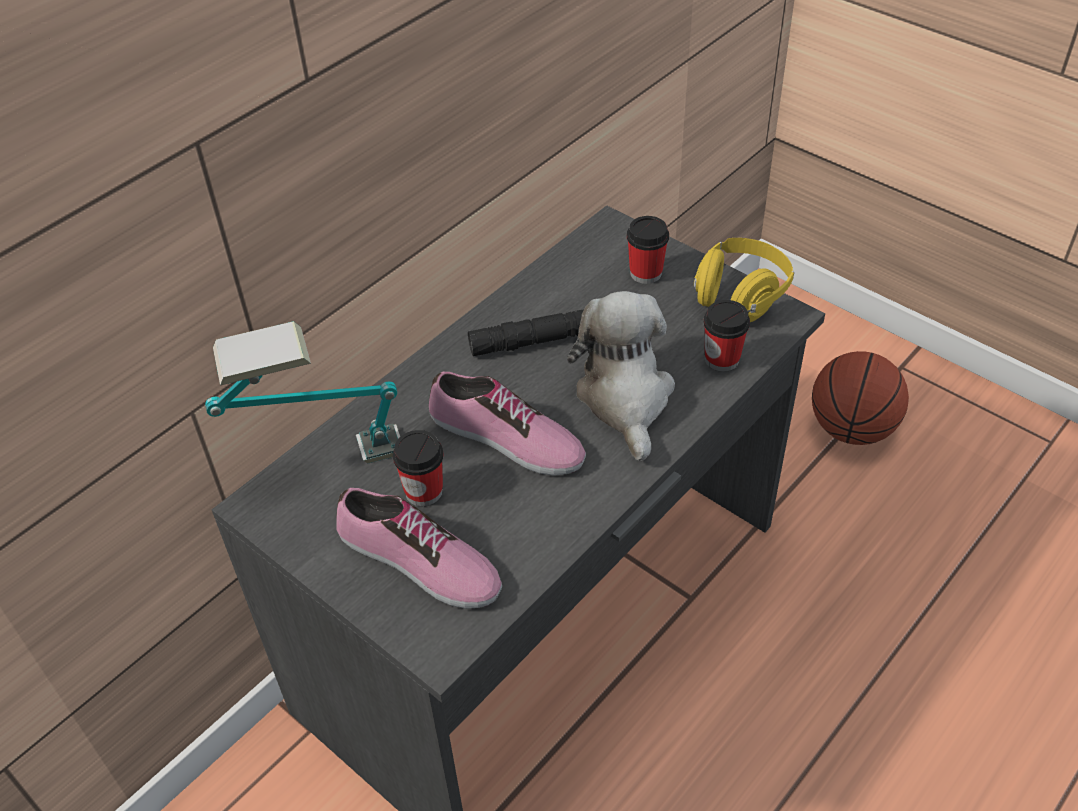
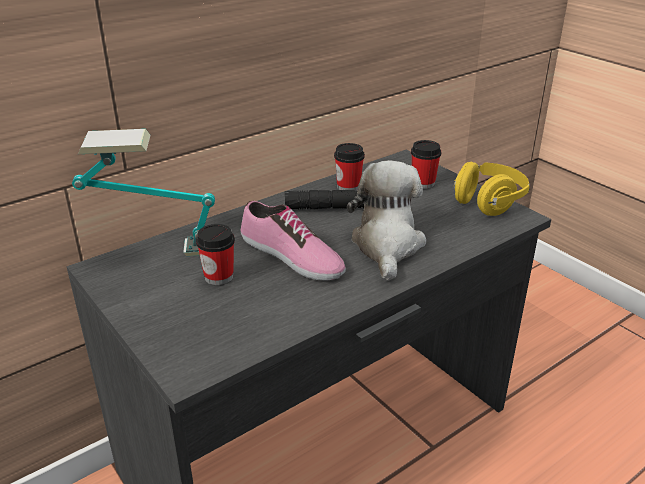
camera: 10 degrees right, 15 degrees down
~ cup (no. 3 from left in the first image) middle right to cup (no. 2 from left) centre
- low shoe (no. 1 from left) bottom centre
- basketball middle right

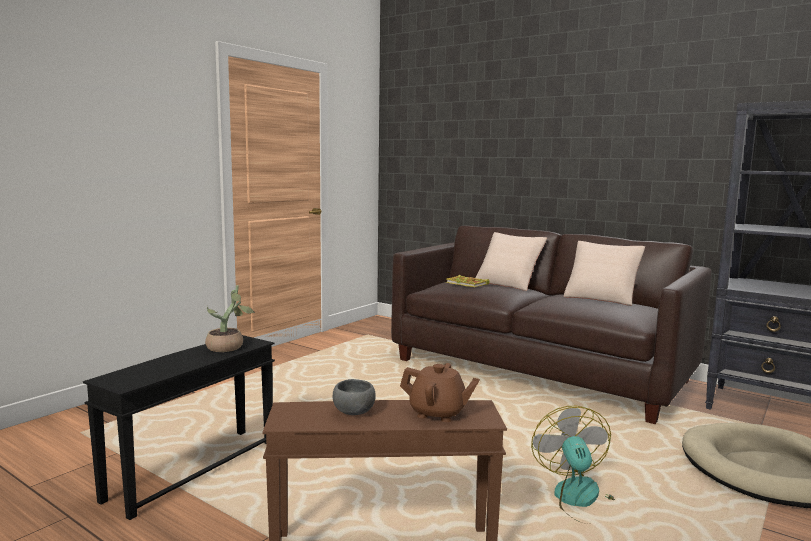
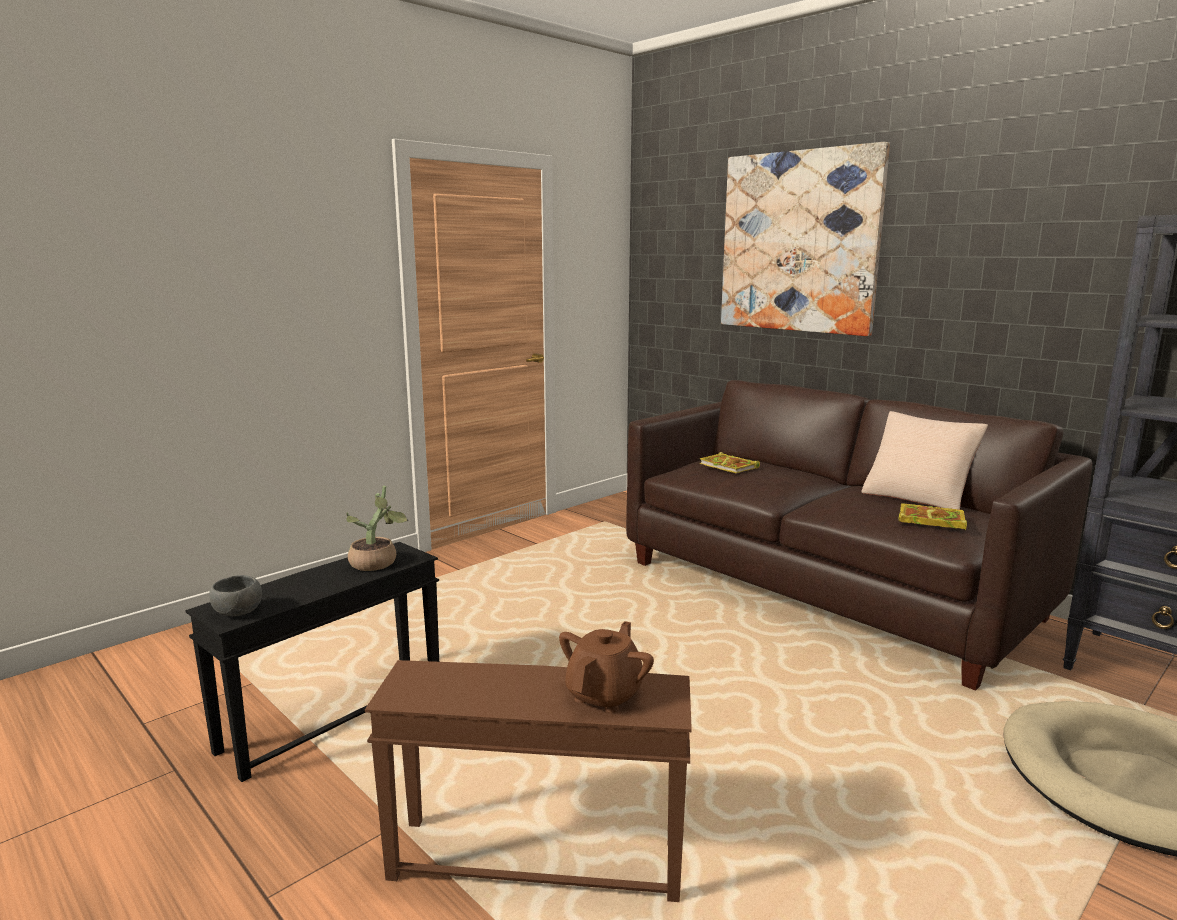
camera: 10 degrees right, 5 degrees up
~ bowl (greyish) bottom centre to middle left
~ teapot (brownish) bottom centre = bottom centre 90 degrees counterclockwise
+ wall picture top right
+ volume (no. 2 from left) middle right
- pillow (sand-coloured) (no. 1 from left) centre
- cooling fan bottom right

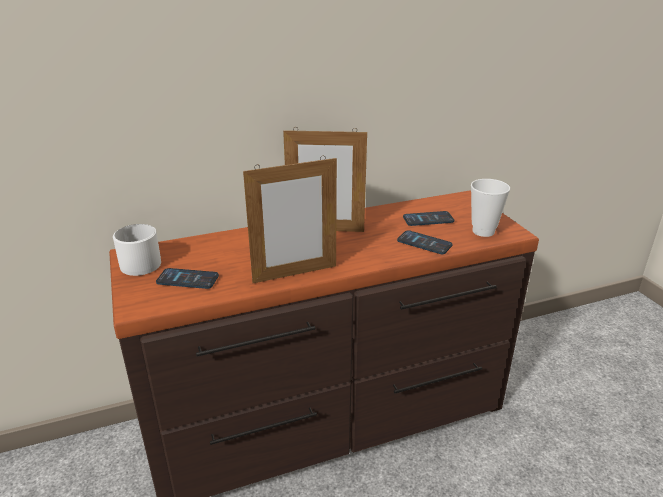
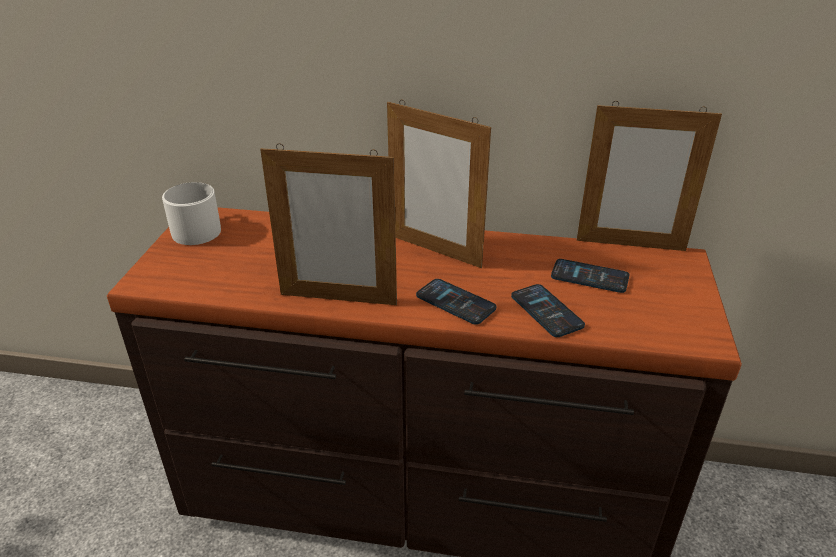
camera: 30 degrees right, 5 degrees up
~ telephone (no. 1 from left) middle left to centre
+ photo frame (no. 3 from left) top right
- cup middle right

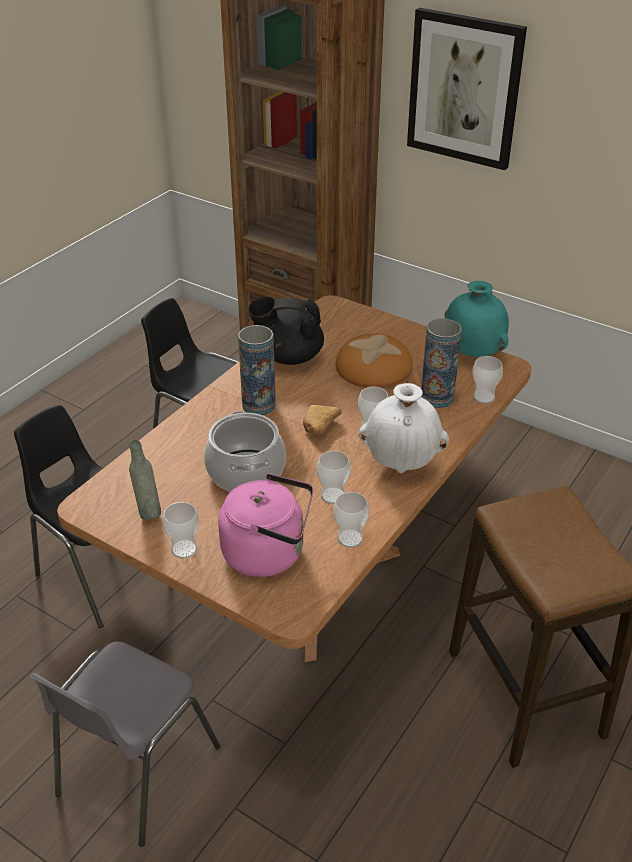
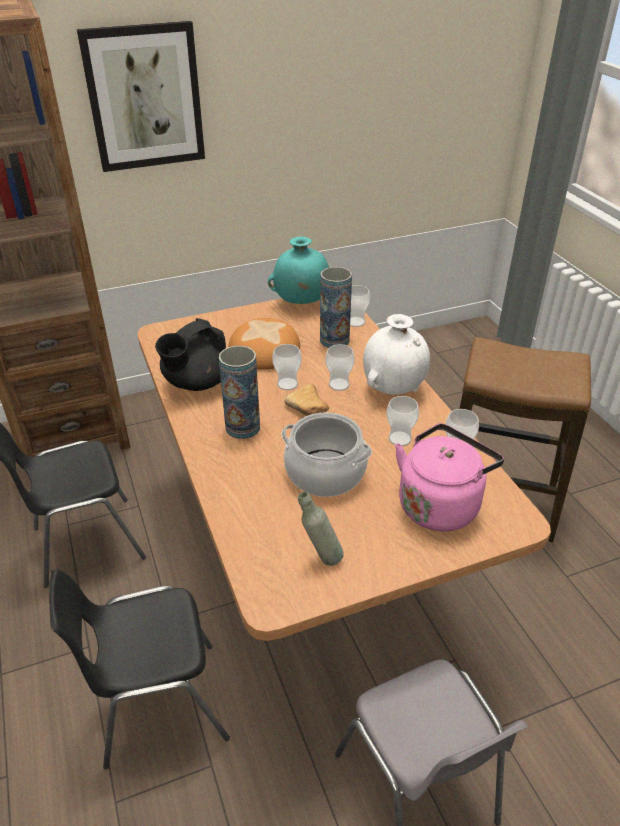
camera: 55 degrees left, 0 degrees up
~ cup (no. 1 from left) middle left to centre

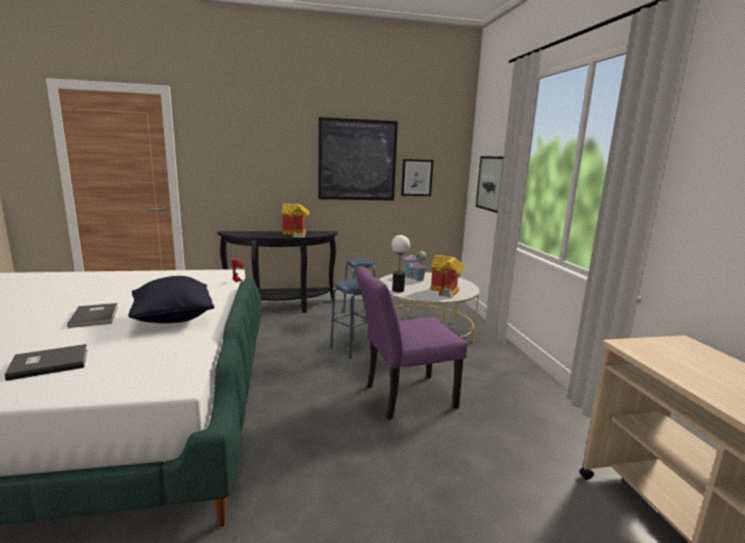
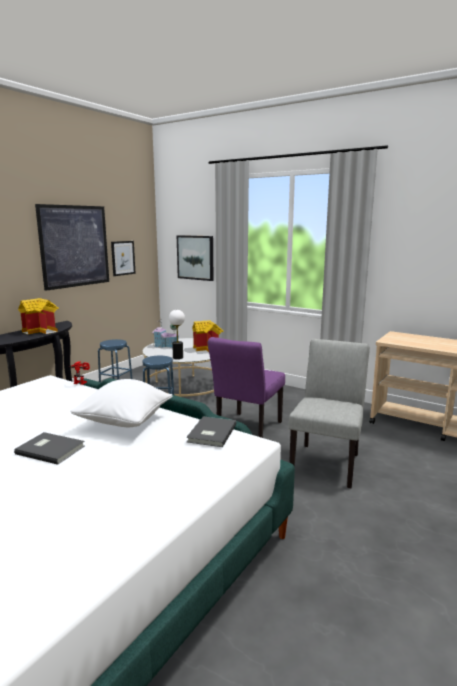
camera: 45 degrees left, 0 degrees up
~ pillow (black-coloured) middle left to pillow (white-coloured) middle left
~ volume (greyish) (no. 1 from left in the first image) bottom left to volume (greyish) (no. 2 from left) centre
+ chair (greyish) middle right

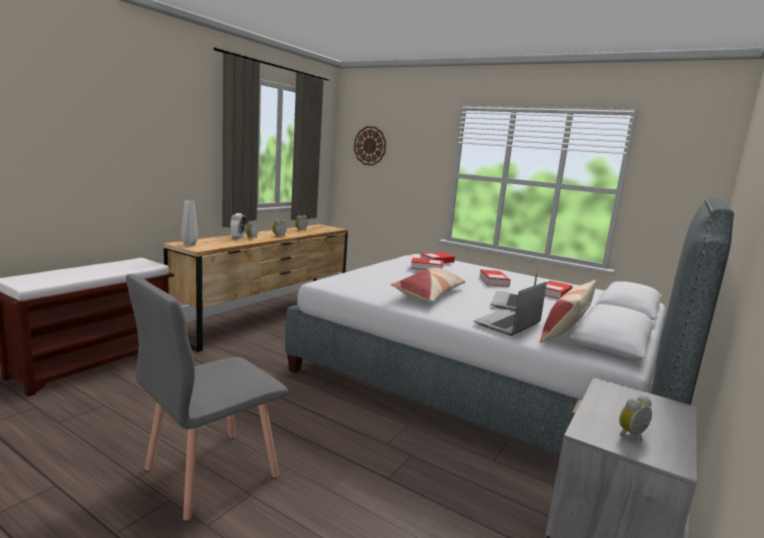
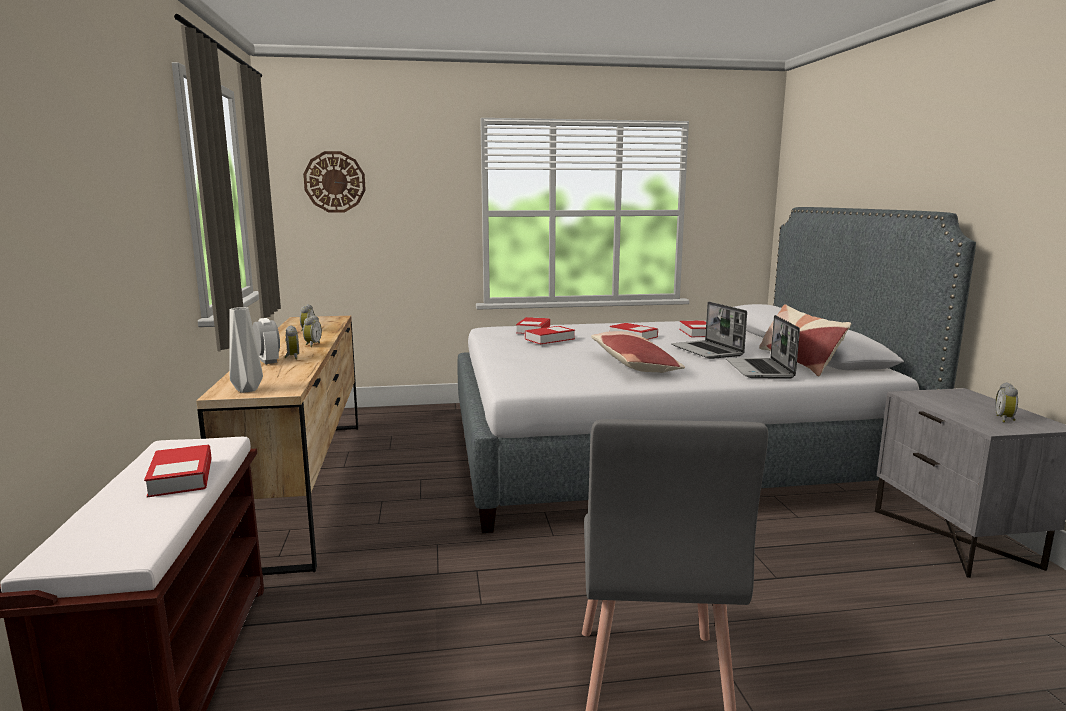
camera: 40 degrees left, 0 degrees up
+ volume (no. 1 from left) middle left

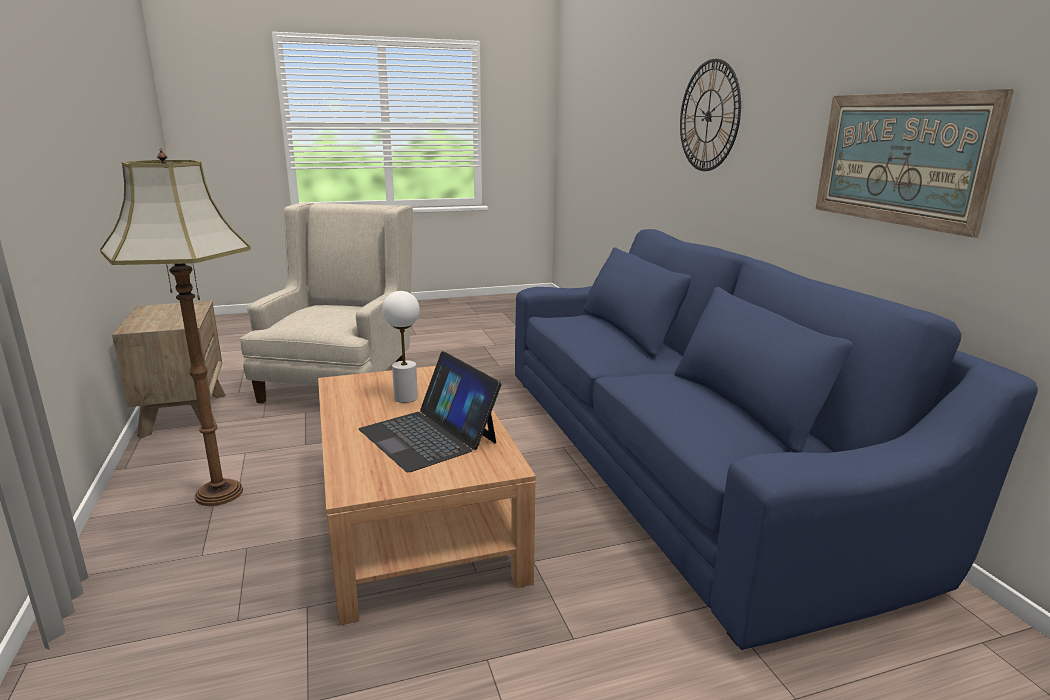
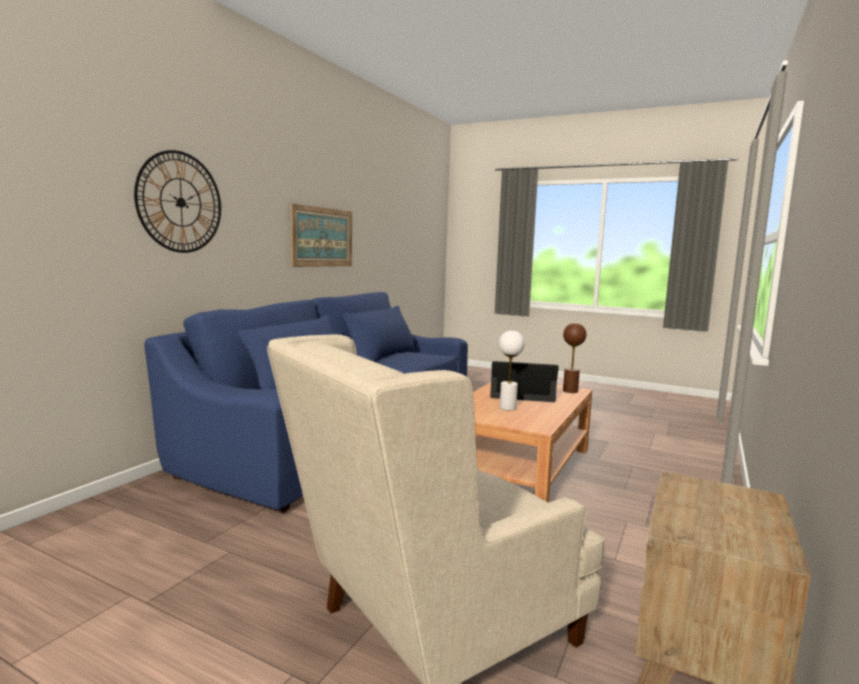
camera: 135 degrees left, 10 degrees down
~ portable computer centre = centre 90 degrees counterclockwise
+ lamp for a table (brownish) middle right
- standing lamp middle left

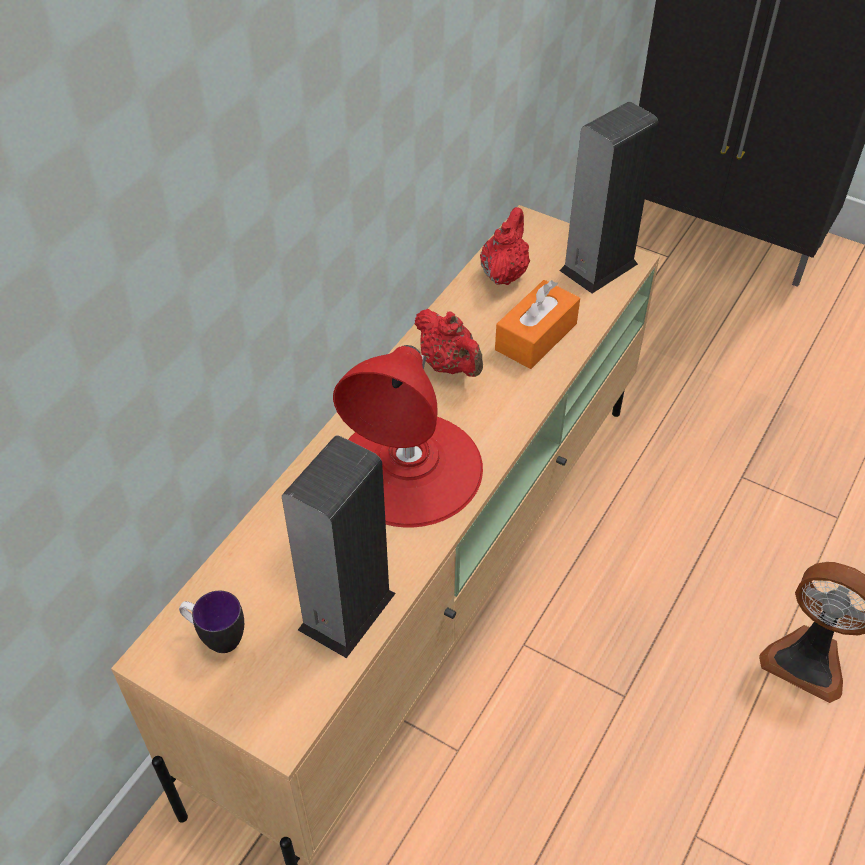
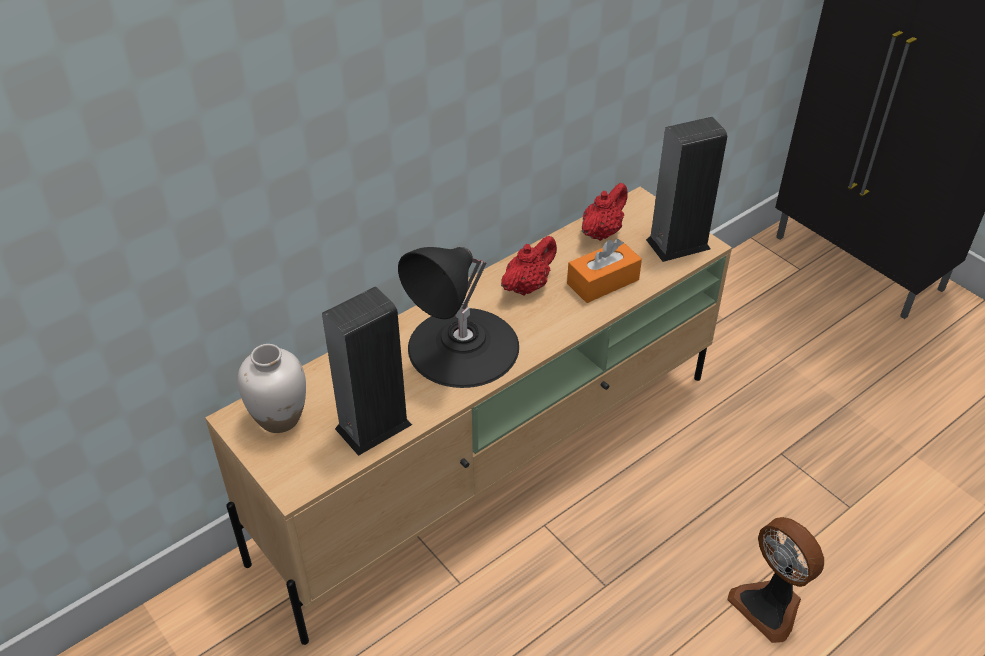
camera: 20 degrees right, 5 degrees down
~ mug bottom left to decorative vase (white-coloured) middle left
~ lamp for a table (red) centre to lamp for a table (black-coloured) centre
~ teapot (red) (no. 1 from left) centre = centre 120 degrees counterclockwise

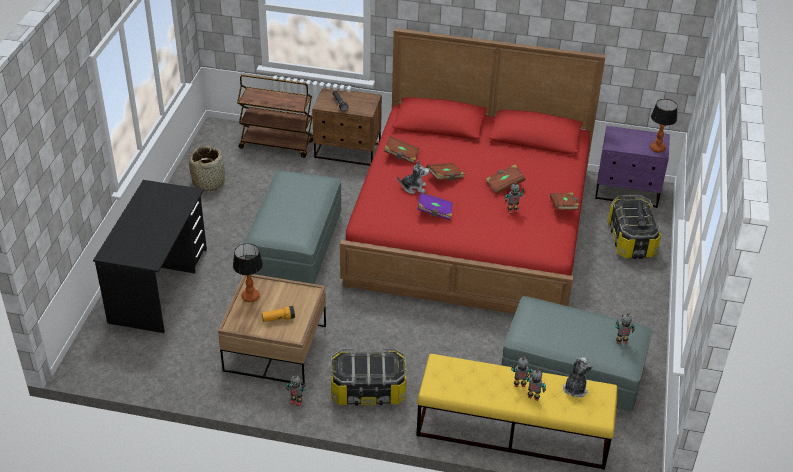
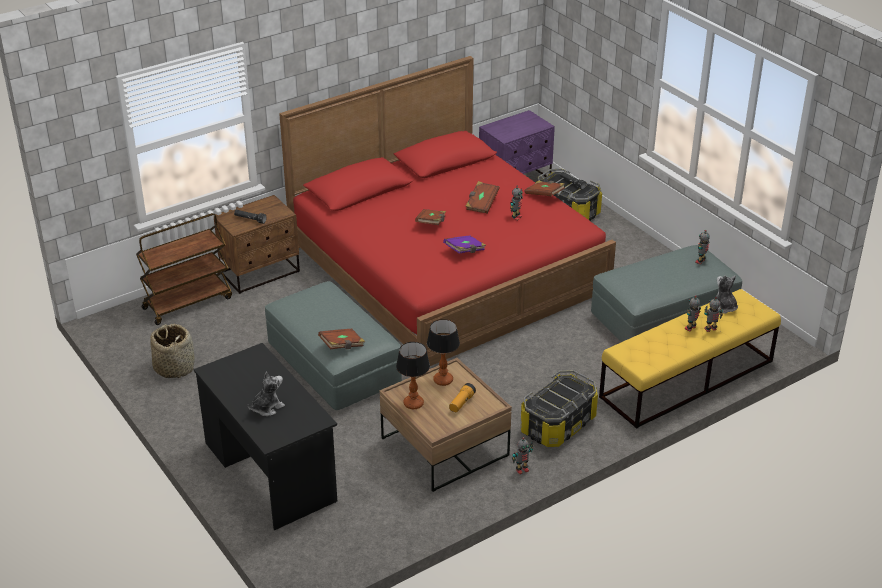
camera: 45 degrees left, 5 degrees down
~ cuddly toy (no. 1 from left) centre to bottom left
~ volume (brownish) (no. 1 from left) top centre to centre
~ lamp for a table (no. 2 from left) top right to centre

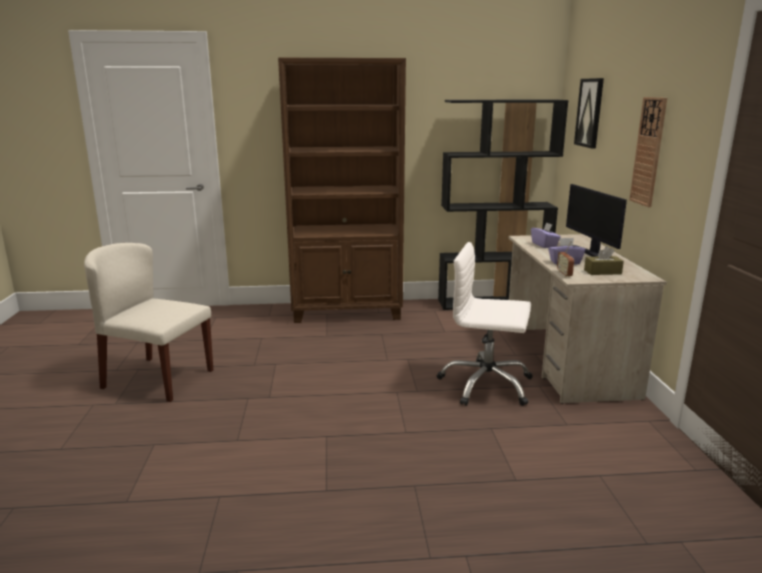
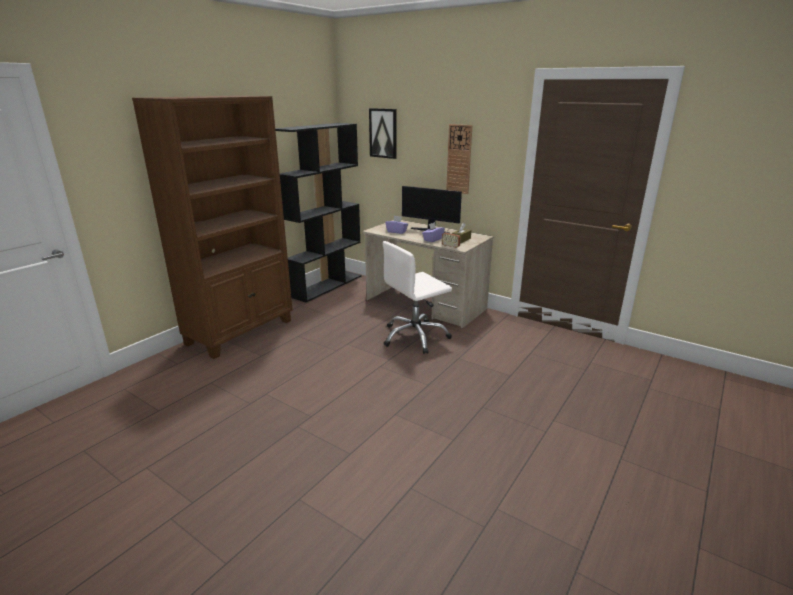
camera: 50 degrees left, 5 degrees up
- chair (sand-coloured) middle left

